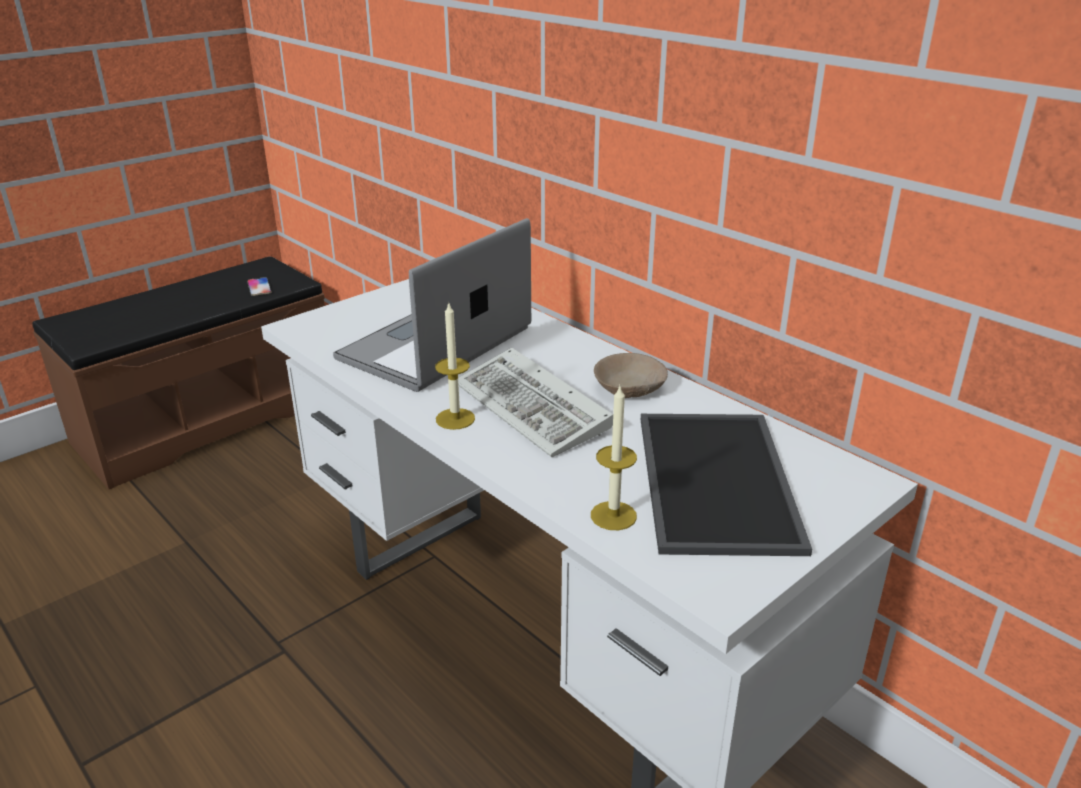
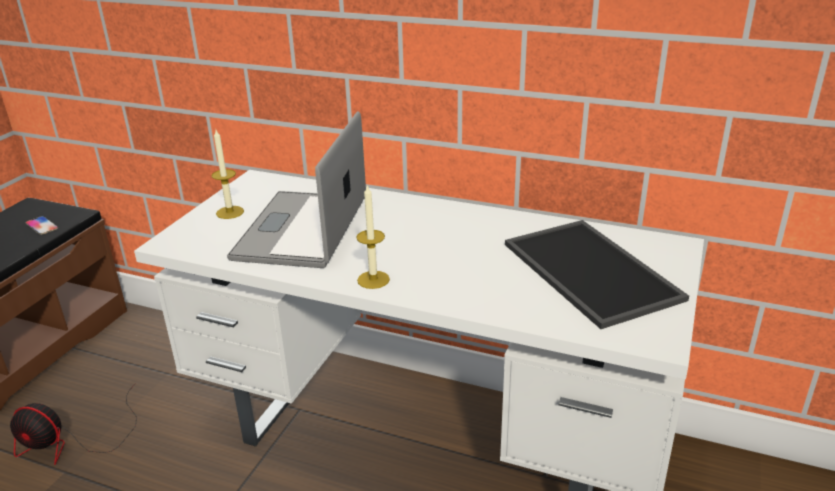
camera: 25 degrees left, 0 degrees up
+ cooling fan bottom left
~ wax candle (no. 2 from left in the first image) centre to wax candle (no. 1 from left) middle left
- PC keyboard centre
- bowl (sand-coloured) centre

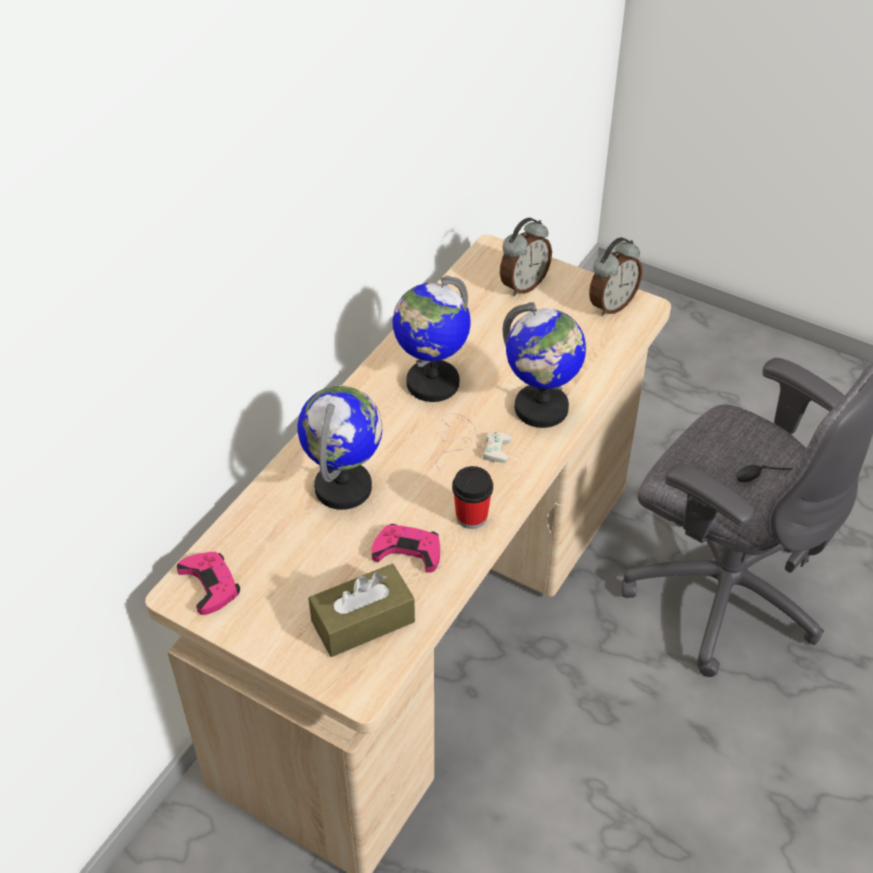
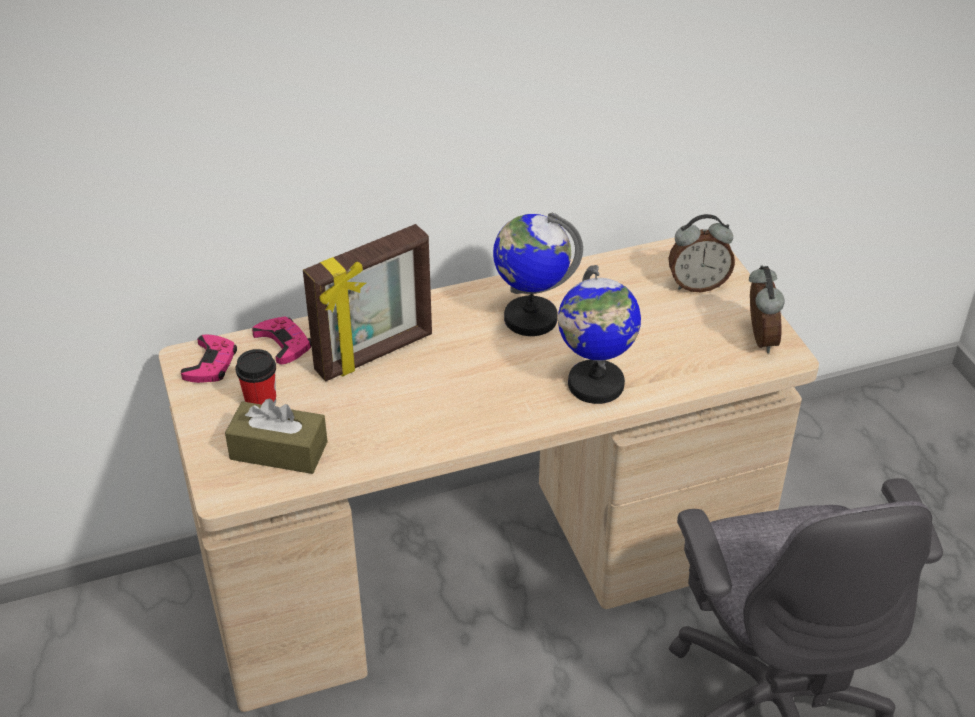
camera: 40 degrees right, 5 degrees down
~ cup centre to middle left
~ game controller (pink-coloured) (no. 2 from left) centre to middle left
~ globe (no. 1 from left) centre to photo frame centre
~ bedside clock (no. 2 from left) top right = middle right 90 degrees counterclockwise
- game controller (white-coloured) centre

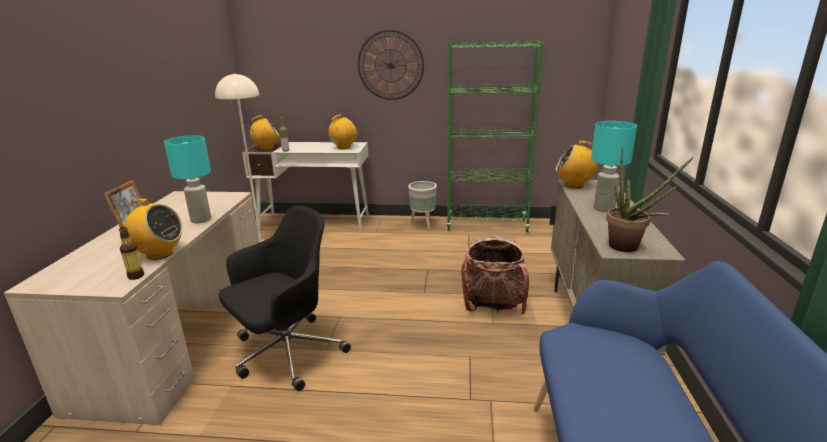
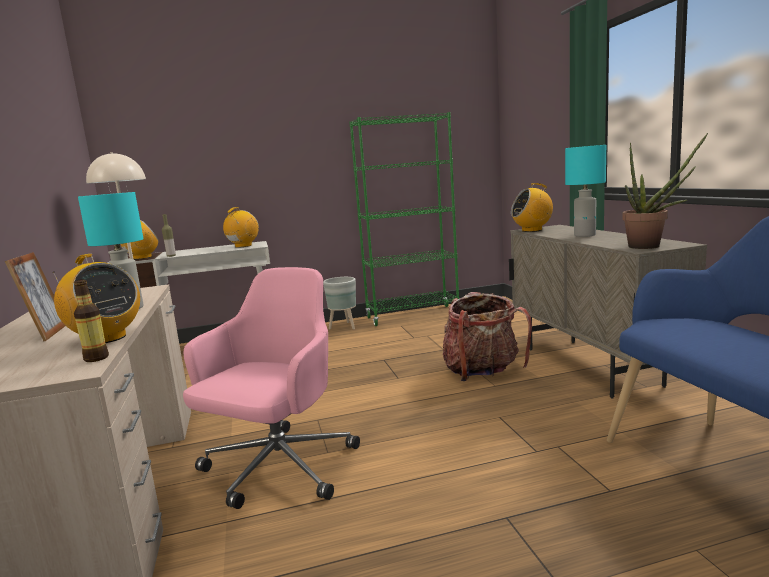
camera: 20 degrees left, 10 degrees down
~ radio (no. 1 from left) middle left = middle left 45 degrees clockwise
~ computer chair (black-coloured) bottom centre to computer chair (pink-coloured) bottom centre
- clock on the wall top centre

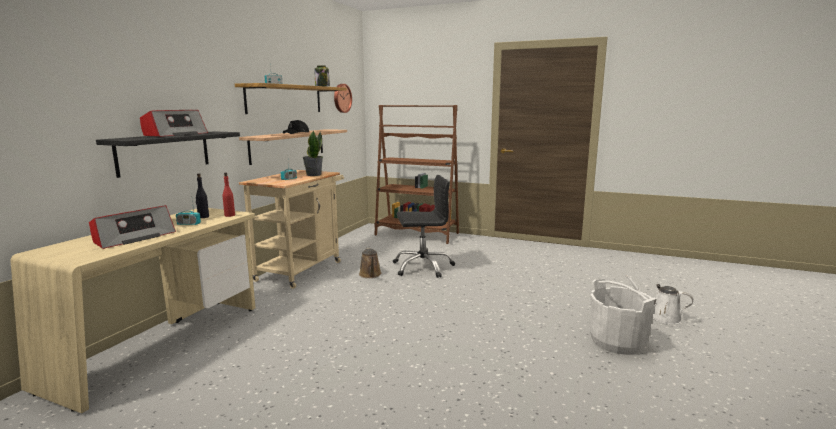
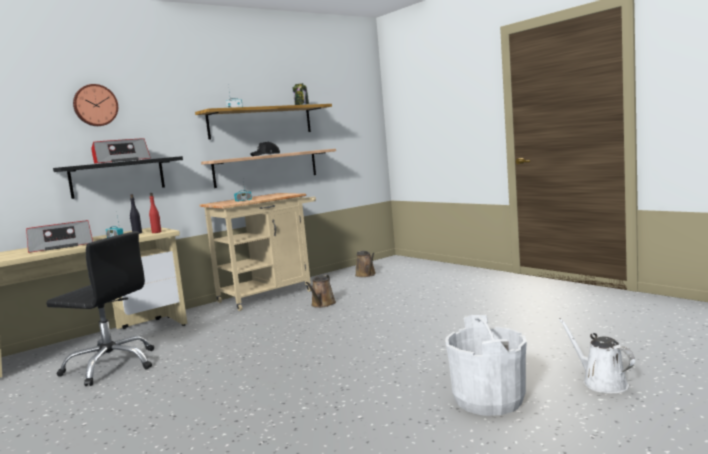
camera: 30 degrees right, 5 degrees down
~ computer chair (black-coloured) centre to bottom left
~ clock on the wall top centre to top left
+ watering pot (brownish) (no. 2 from left) centre
- potted plant centre
- bookshelf (brownish) centre

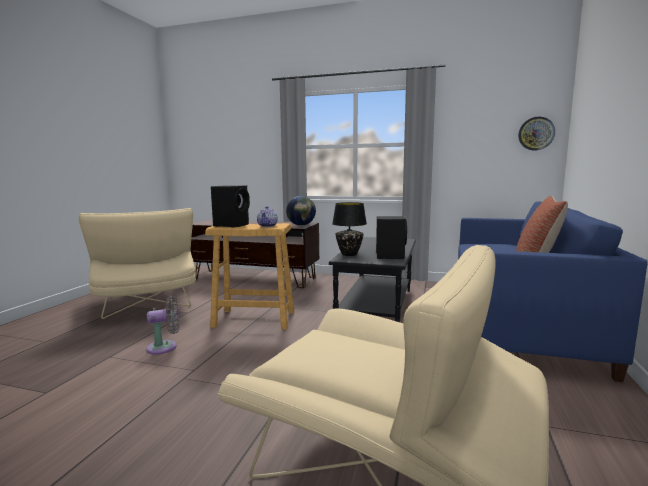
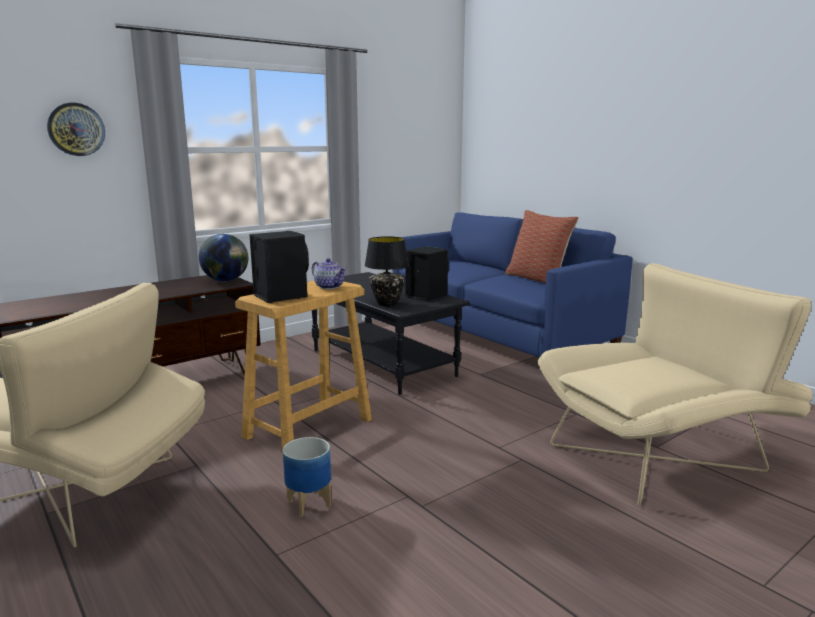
camera: 55 degrees left, 5 degrees up
~ clock on the wall top right to top left
~ cooling fan (greyish) bottom left to planter bottom centre

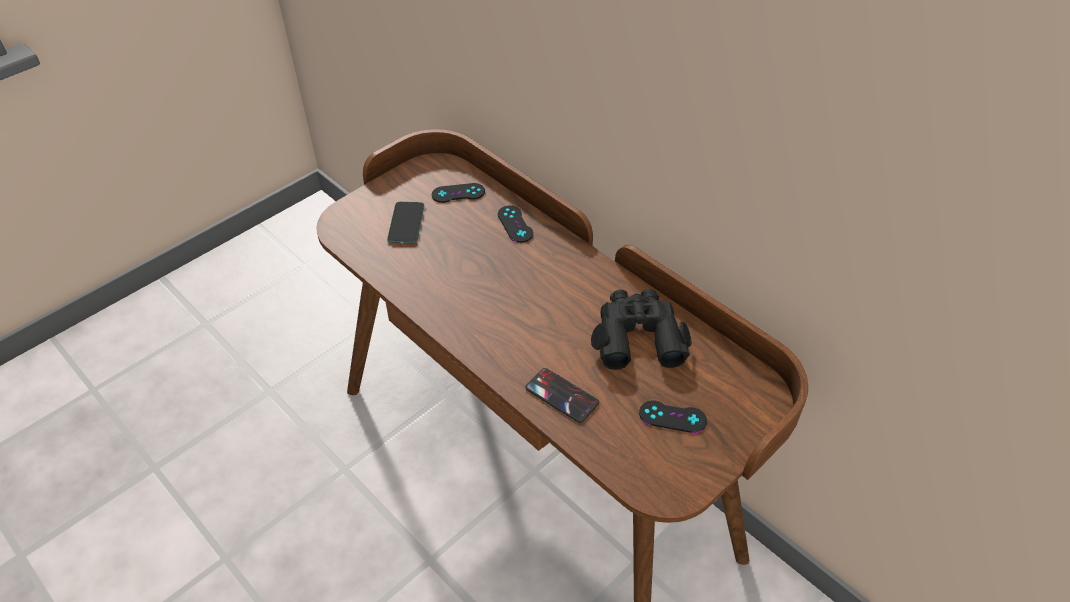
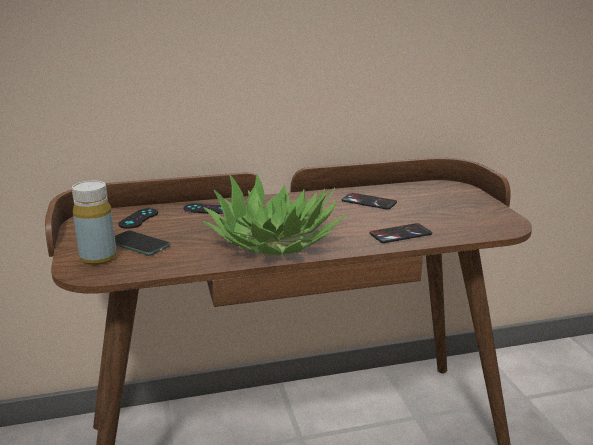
camera: 60 degrees left, 25 degrees down
+ drink bottle (yellow) middle left
+ potted plant centre
~ field glasses (black-coloured) centre to telephone (no. 2 from left) centre
- game controller (black-coloured) (no. 3 from left) bottom centre

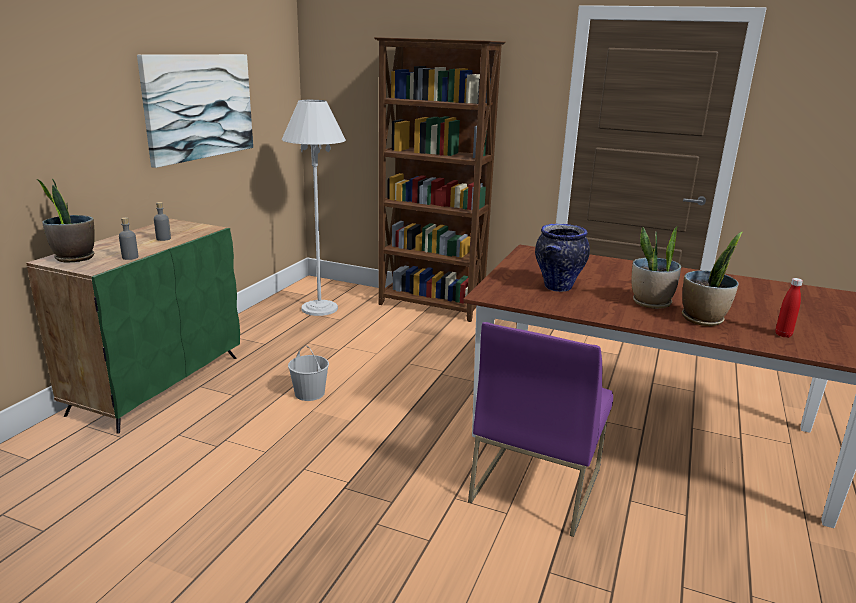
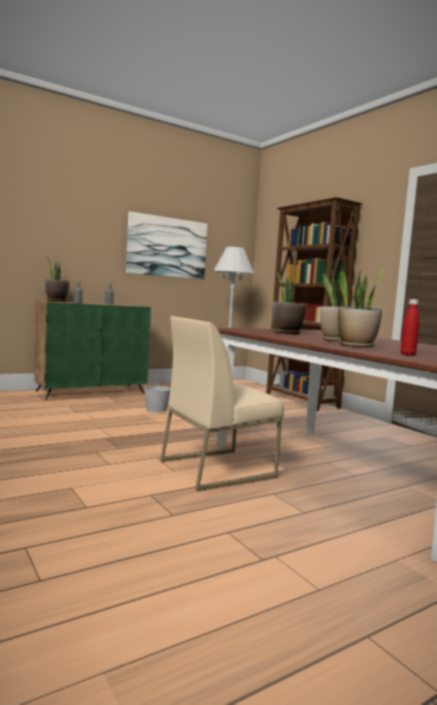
camera: 35 degrees right, 15 degrees down
~ chair (purple) bottom centre to chair (sand-coloured) centre
~ decorative vase centre to potted plant (no. 2 from left) centre

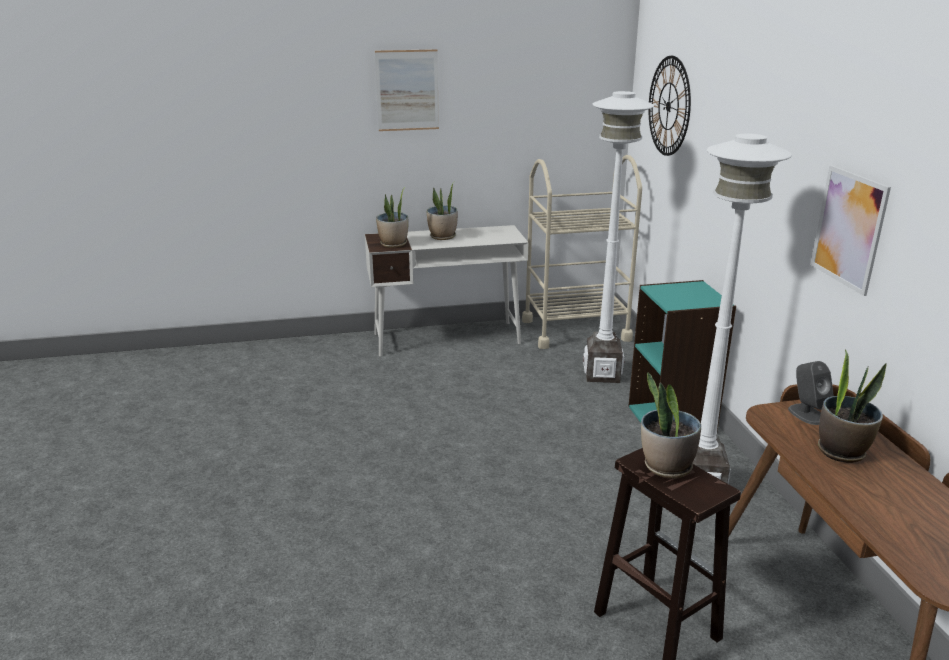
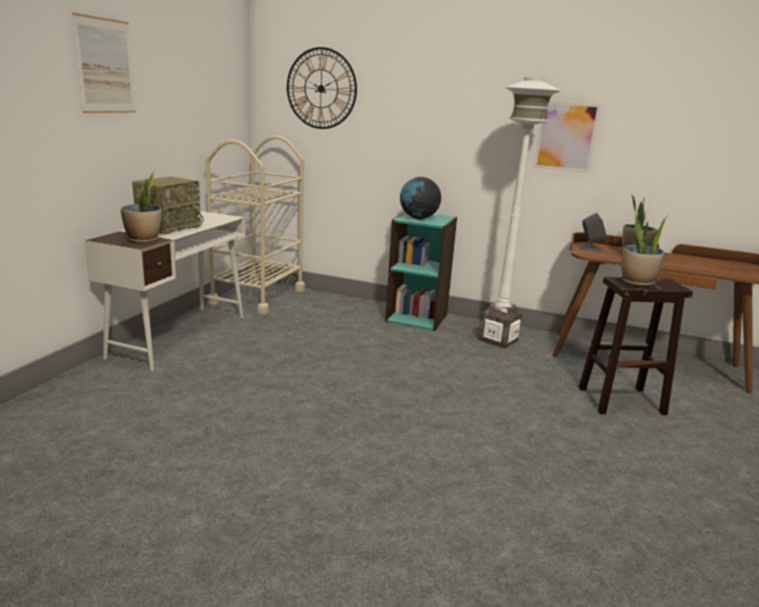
camera: 60 degrees left, 5 degrees down
~ potted plant (no. 2 from left) top centre to radio middle left
+ globe top centre
- standing lamp (white-coloured) (no. 1 from left) centre

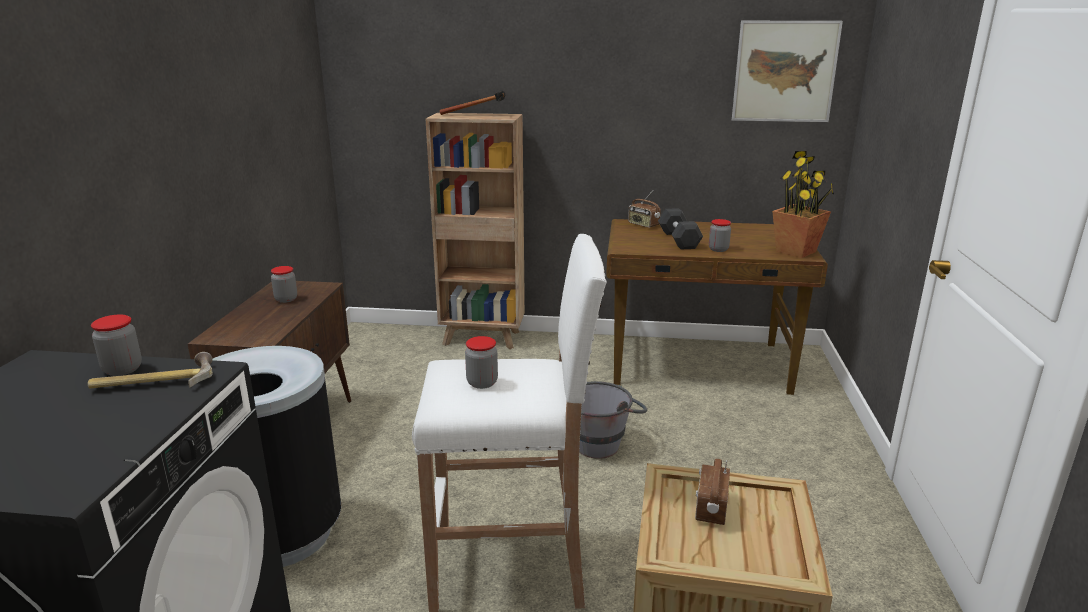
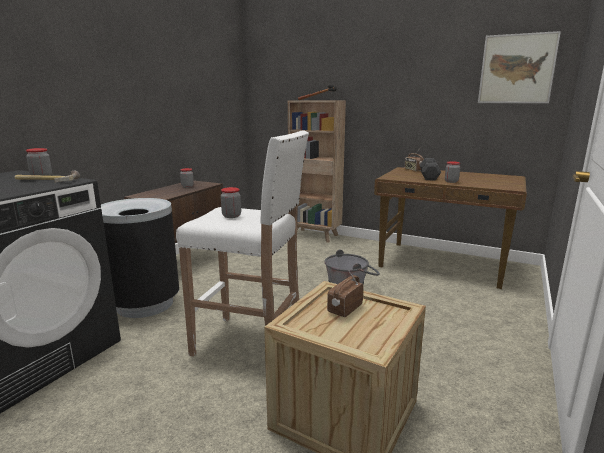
camera: 20 degrees right, 5 degrees down
- potted plant middle right

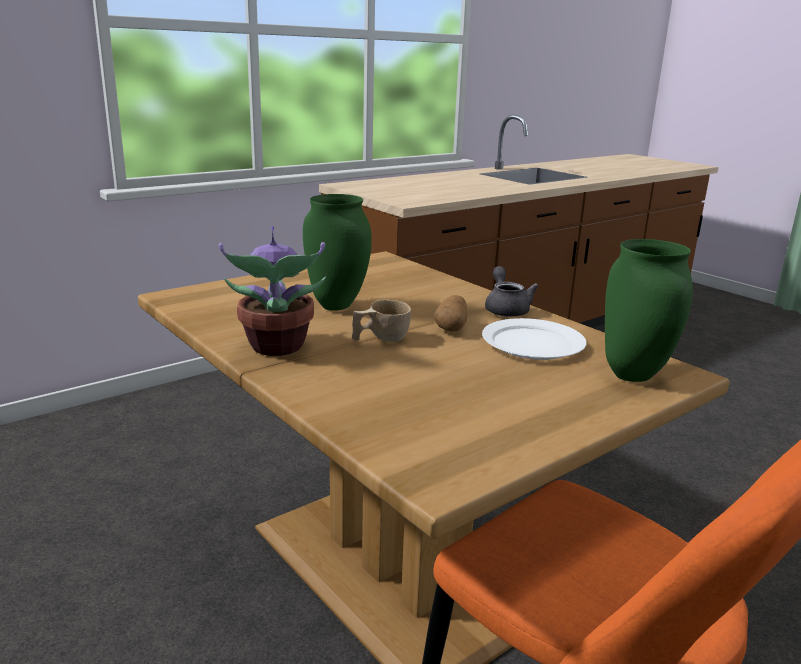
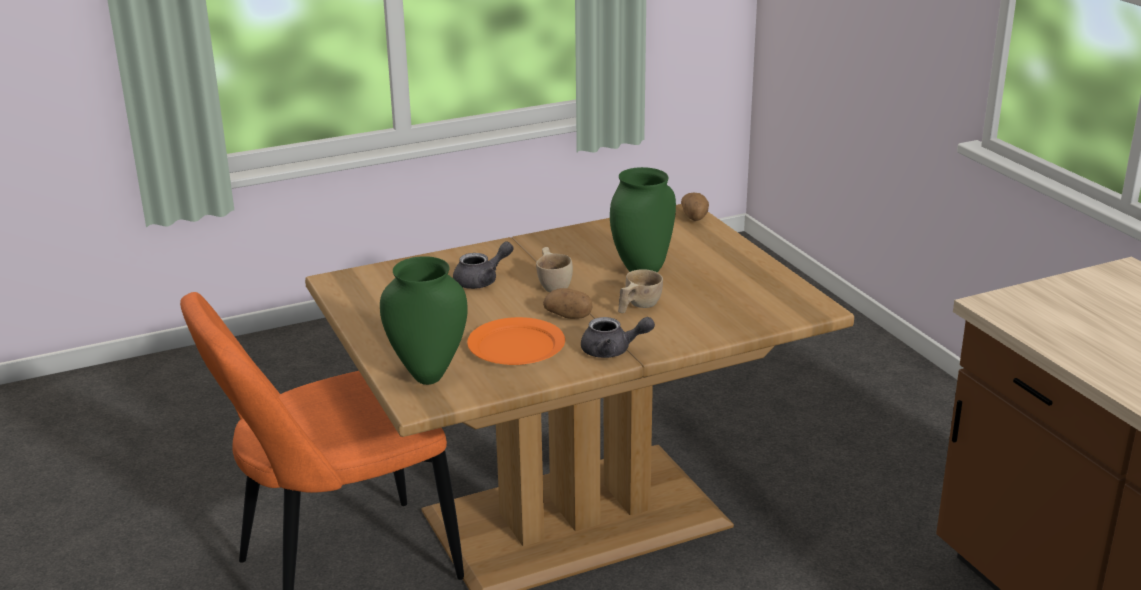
camera: 105 degrees right, 5 degrees up
+ teapot (greyish) (no. 1 from left) centre
~ dinner plate (white-coloured) middle right to dinner plate (orange-coloured) centre
+ cup (sand-coloured) (no. 2 from left) centre
+ potato (no. 2 from left) centre
- potted plant centre

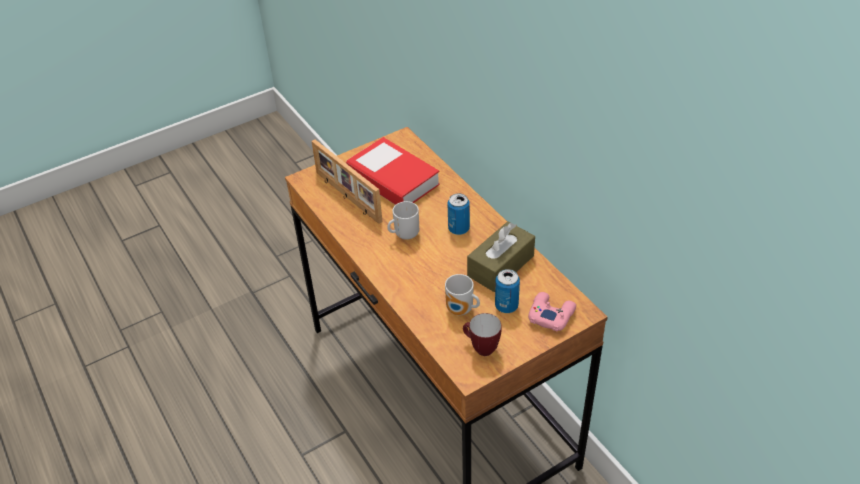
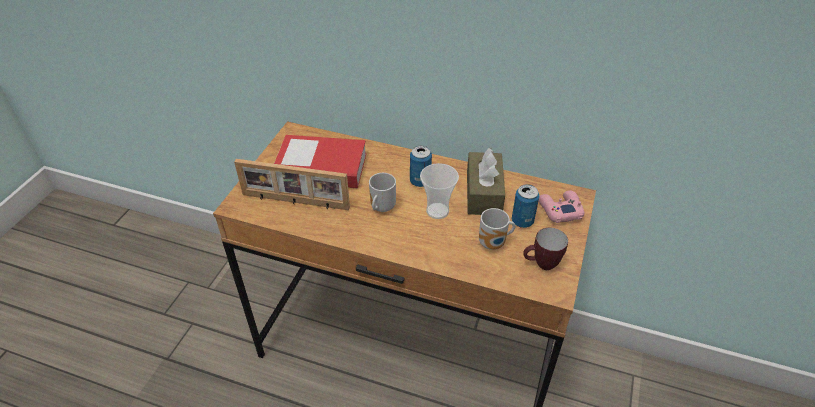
camera: 40 degrees left, 0 degrees up
+ cup centre

